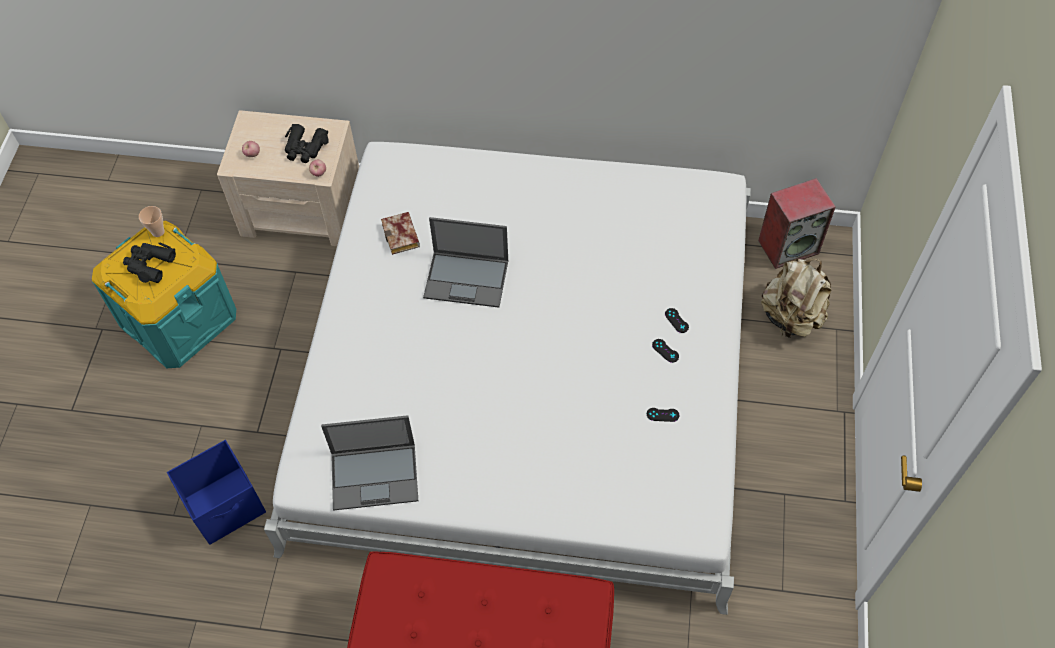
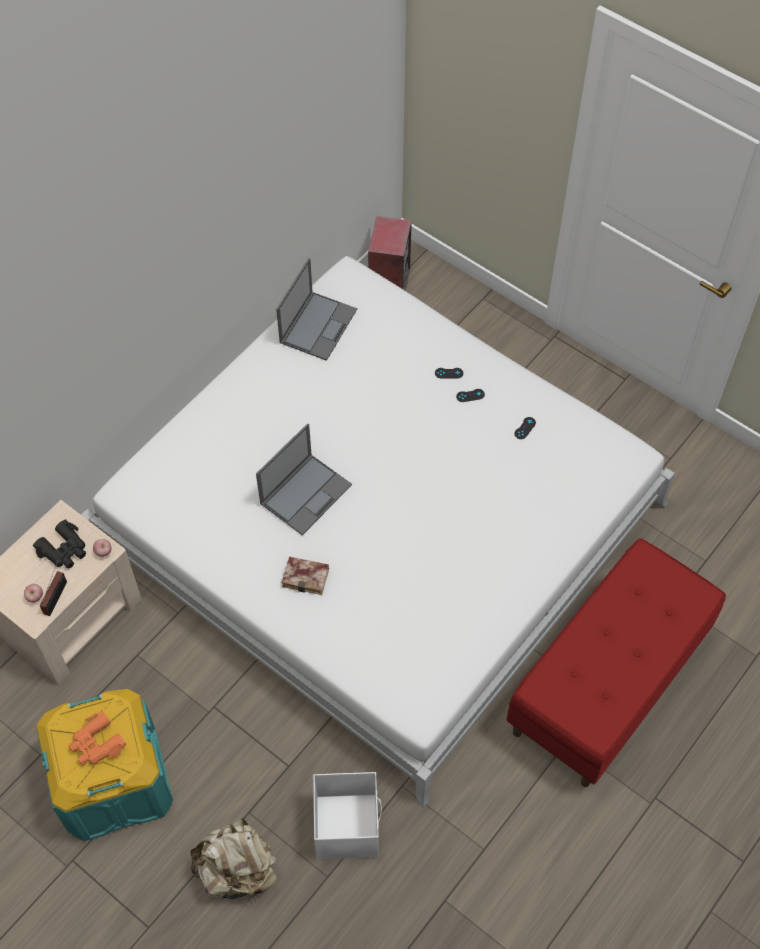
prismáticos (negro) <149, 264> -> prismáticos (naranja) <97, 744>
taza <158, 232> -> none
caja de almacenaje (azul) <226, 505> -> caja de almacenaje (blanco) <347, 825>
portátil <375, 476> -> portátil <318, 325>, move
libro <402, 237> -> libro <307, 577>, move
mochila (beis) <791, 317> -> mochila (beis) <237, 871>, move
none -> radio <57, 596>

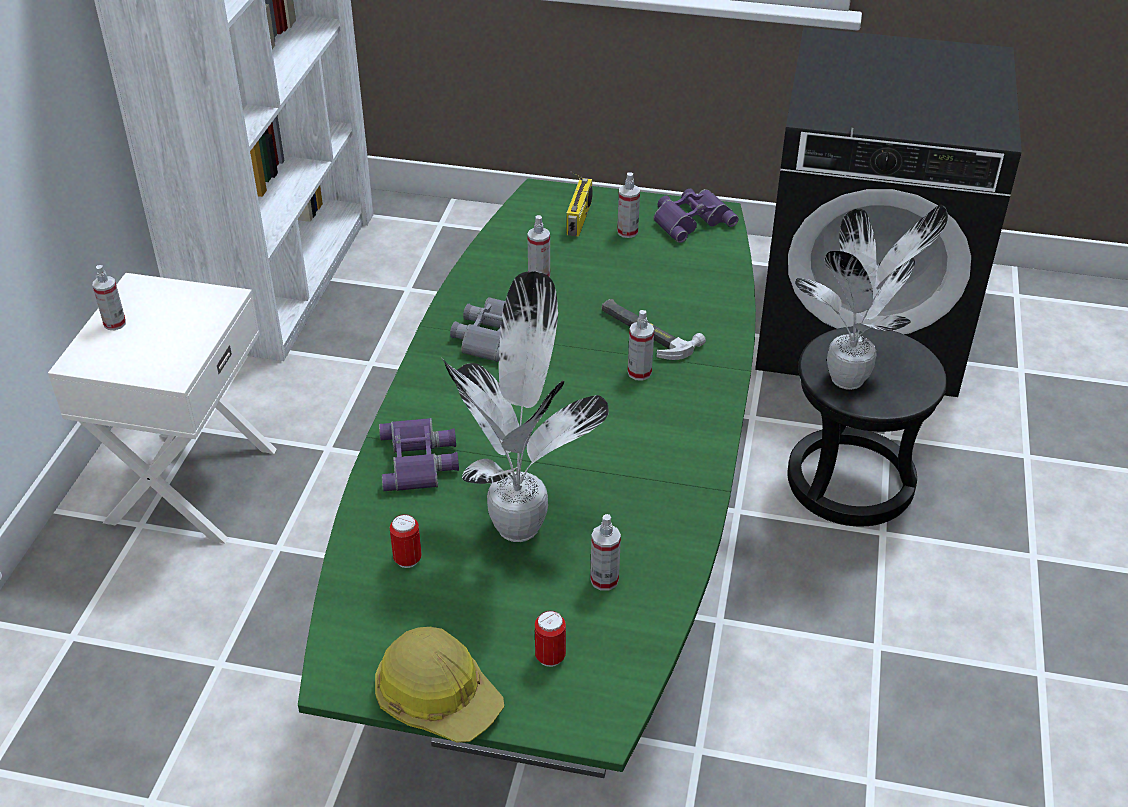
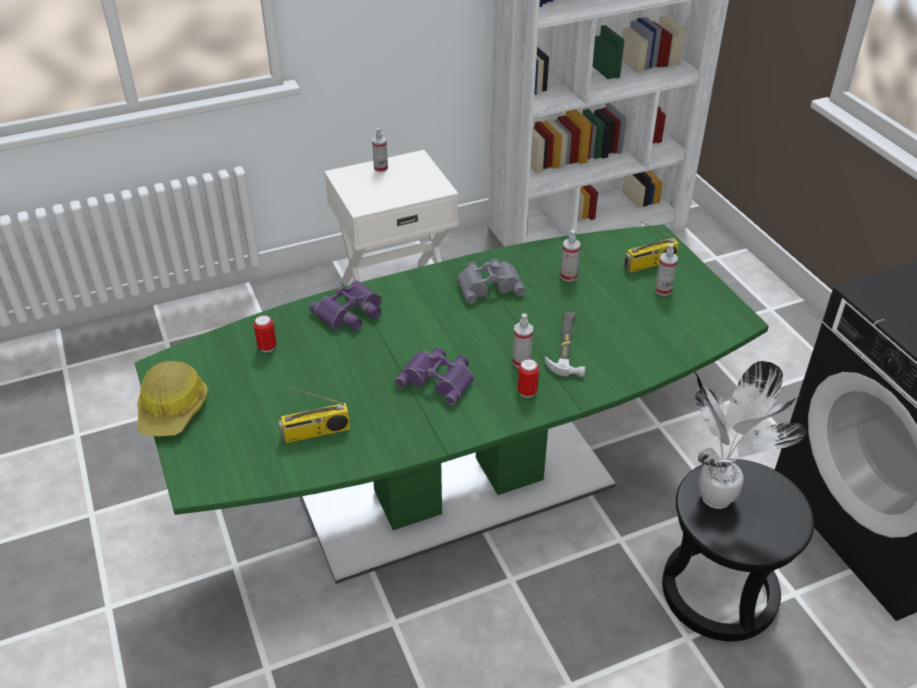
planta en maceta <520, 524> -> none
lata <550, 657> -> lata <527, 392>, move
pulverizador <604, 580> -> radio <315, 433>
prismáticos (morado) <691, 219> -> prismáticos (morado) <438, 379>, move

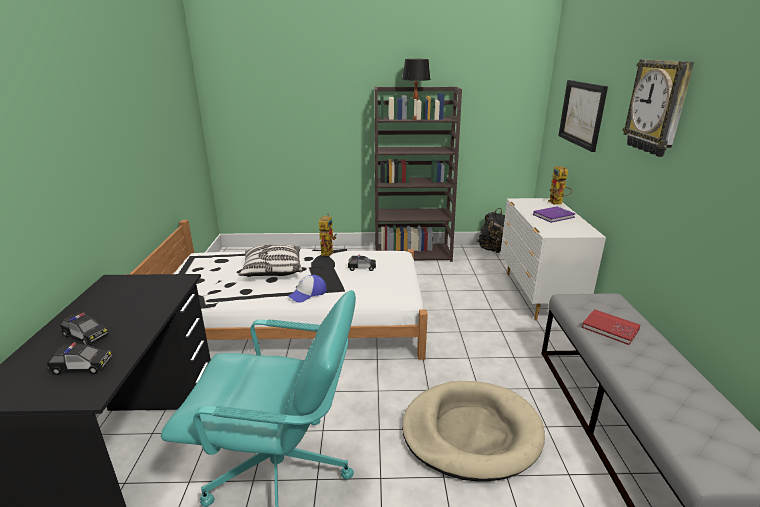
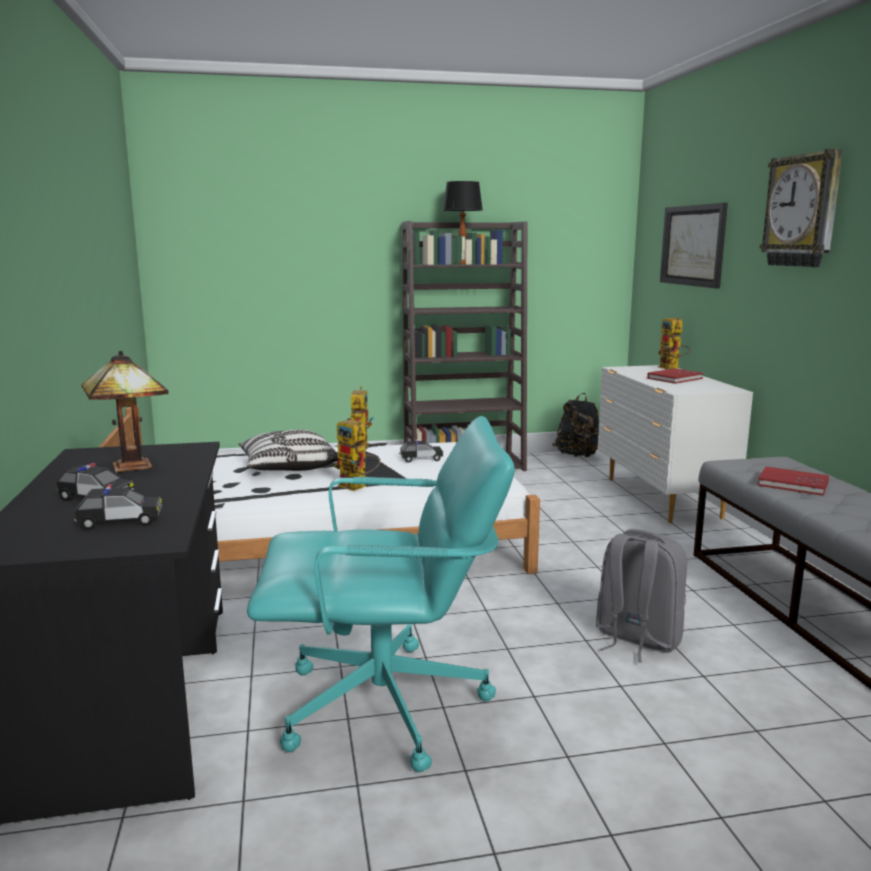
gorra <308, 294> -> robot de juguete <358, 487>
cama para perro (beis) <471, 432> -> mochila (gris) <636, 639>
libro (morado) <553, 216> -> libro (rojo) <674, 378>
none -> lámpara de mesa <129, 466>

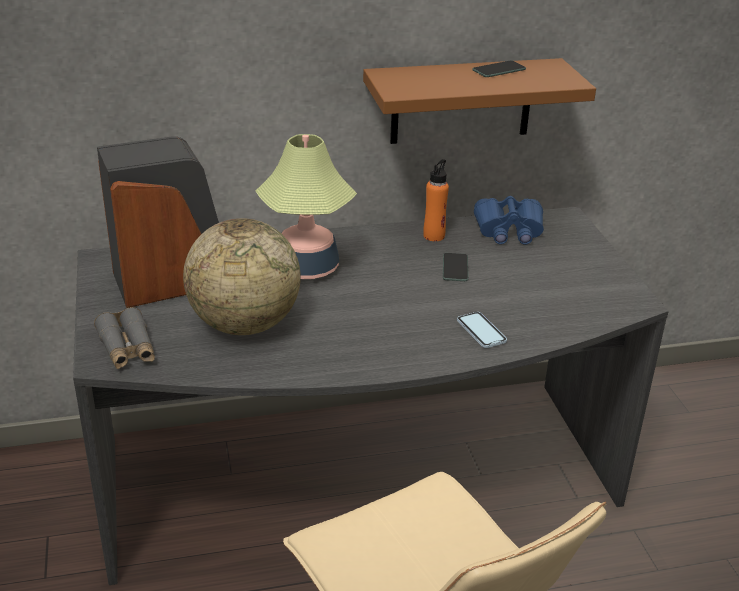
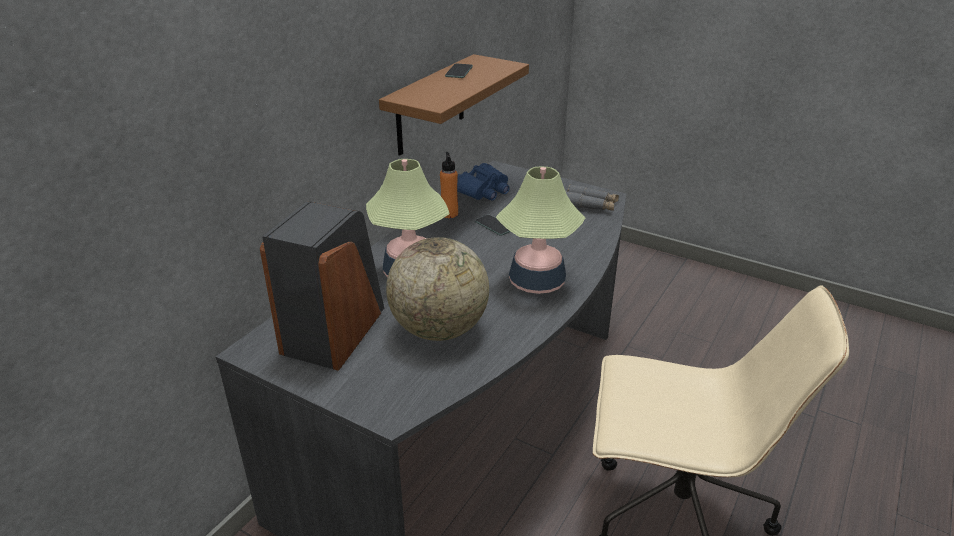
prismáticos (gris) <127, 348> -> prismáticos (gris) <590, 205>, move
móvil <481, 331> -> none
none -> lámpara de mesa <536, 282>

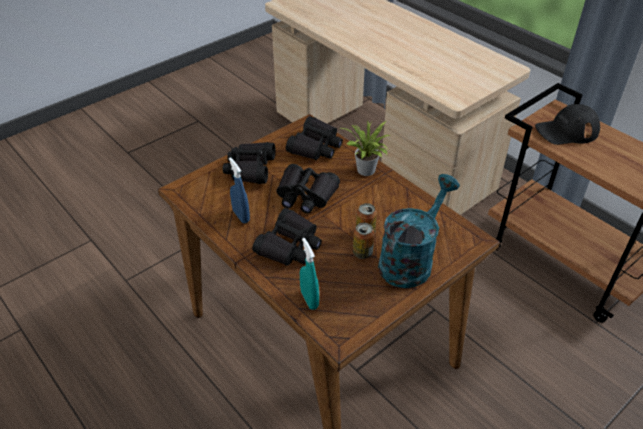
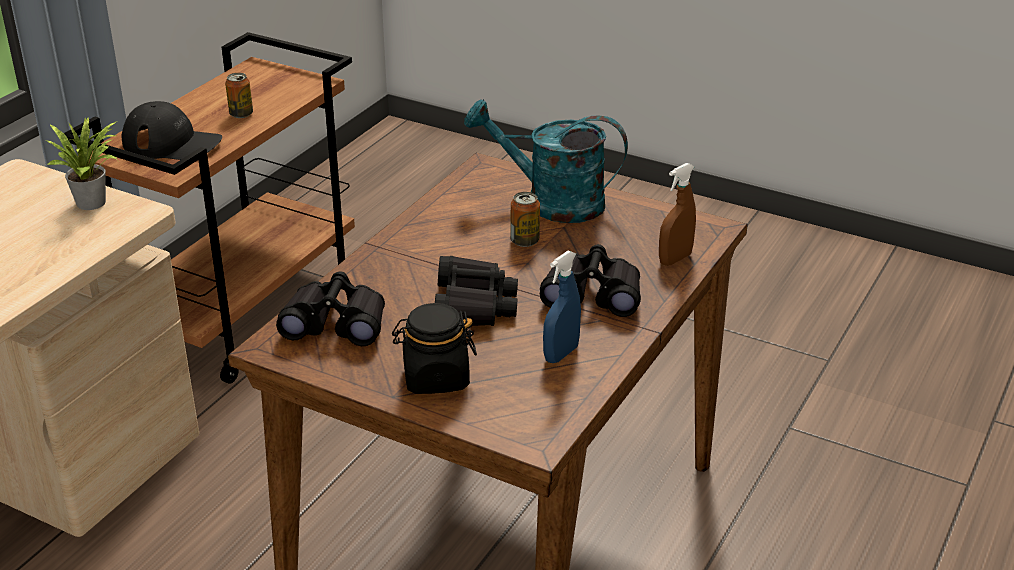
prismáticos (negro) <250, 168> -> tarro (negro) <435, 378>
pulverizador (turquesa) <309, 299> -> pulverizador (marrón) <675, 259>
planta en maceta <366, 172> -> planta en maceta <95, 202>, move
lata <362, 253> -> lata <241, 114>, move
gorra (negro) <566, 131> -> gorra (negro) <172, 144>, 45 degrees counterclockwise

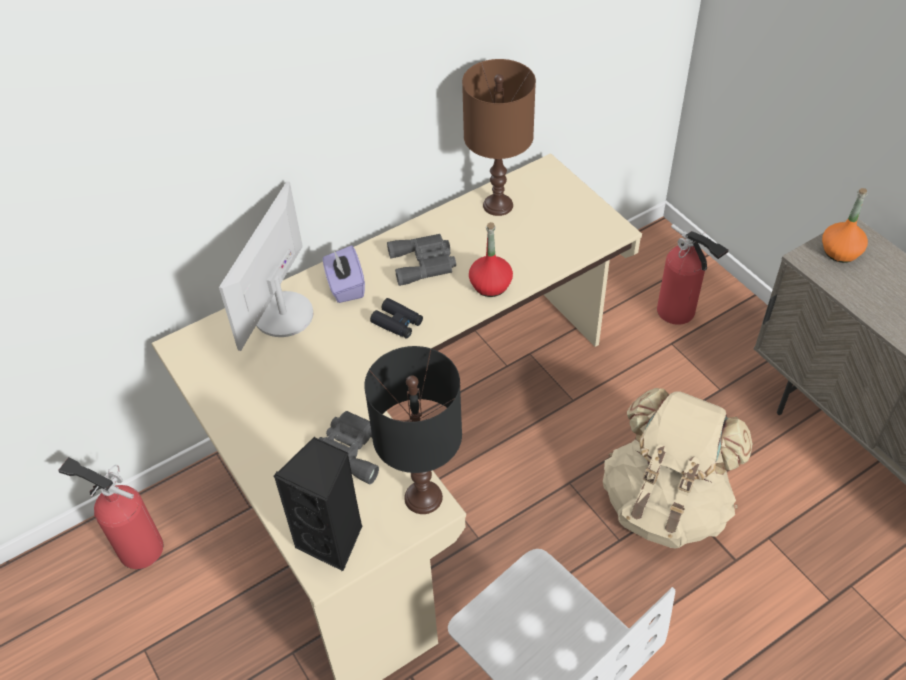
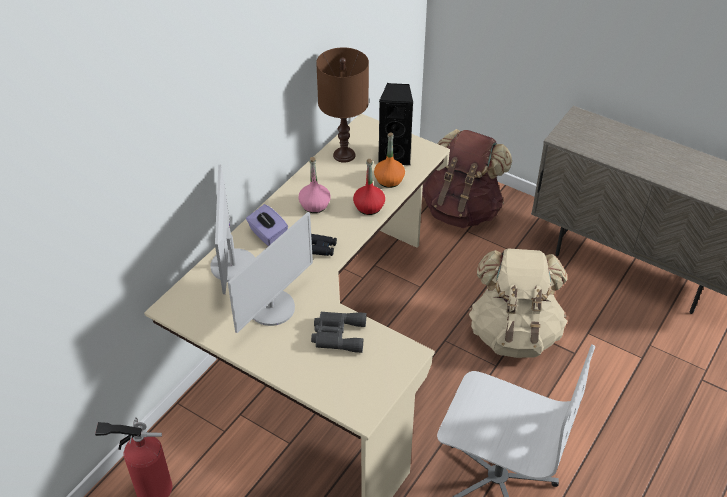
altavoz (negro) <333, 540> -> altavoz (negro) <395, 155>, move
lámpara de mesa (negro) <423, 498> -> none
prismáticos (gris) <424, 263> -> botella (rosa) <315, 205>
extintor <679, 313> -> mochila (marrón) <462, 210>
botella (naranja) <840, 251> -> botella (naranja) <389, 180>, move
none -> monitor <272, 308>

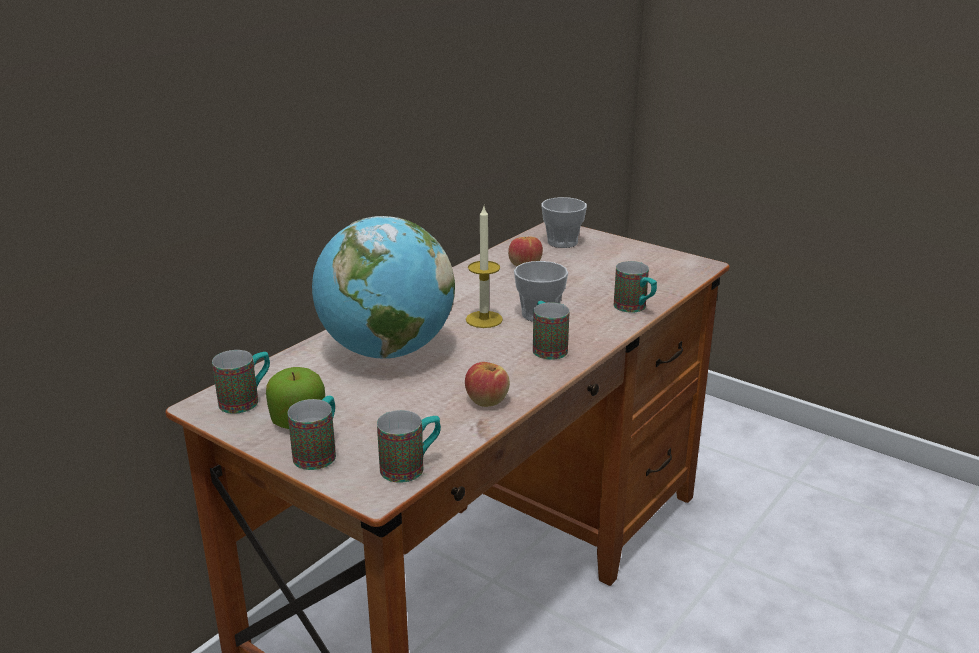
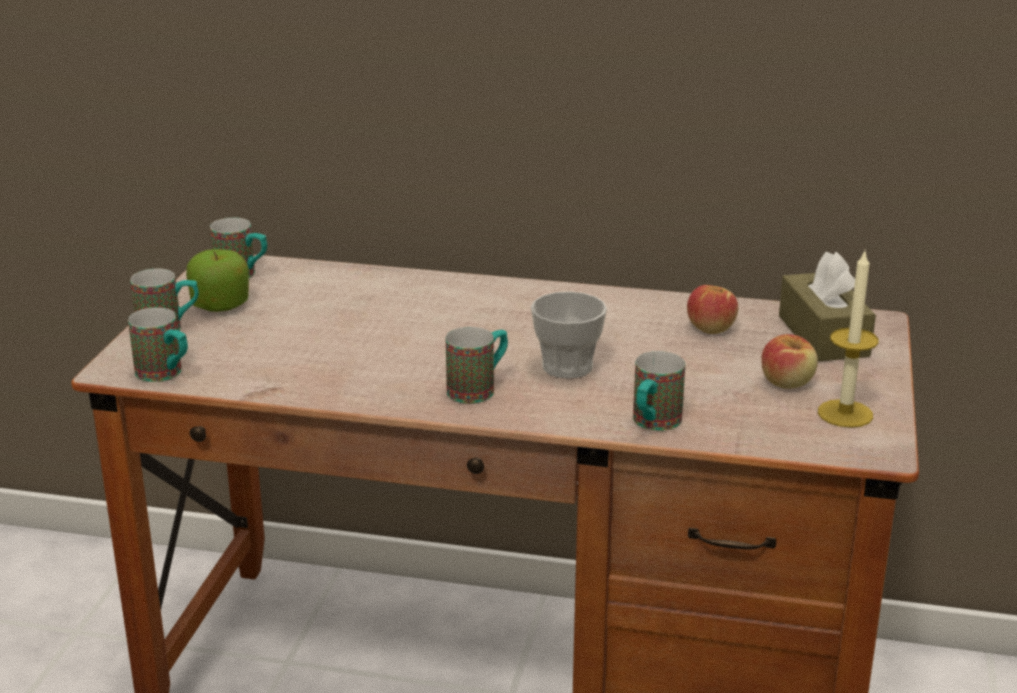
globo terráqueo <386, 352> -> none
manzana <486, 400> -> manzana <787, 382>, move
vela <484, 319> -> vela <845, 413>, move
taza <562, 242> -> caja de pañuelos (marrón) <823, 336>

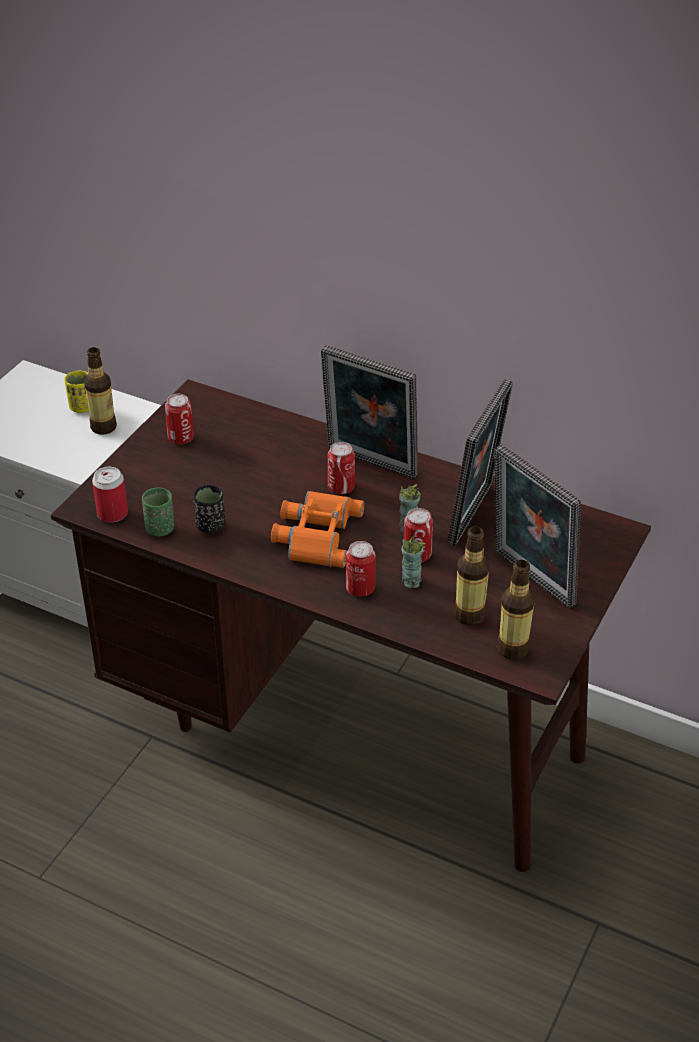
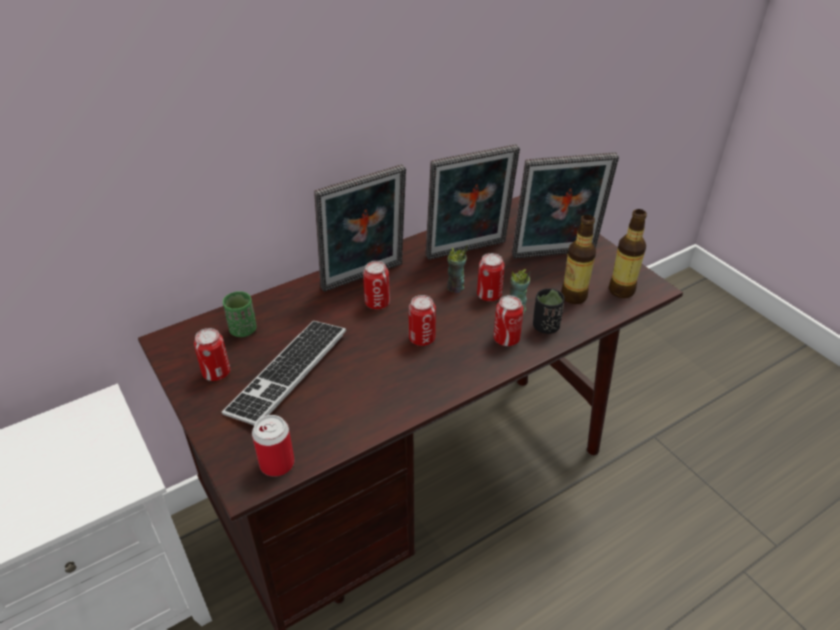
taza (amarillo) <81, 407> -> none
botella <103, 427> -> none
taza (verde) <160, 529> -> taza (verde) <243, 330>, move
taza (negro) <210, 526> -> taza (negro) <545, 327>, move
prismáticos (naranja) <315, 534> -> lata <422, 338>
portarretratos <475, 515> -> portarretratos <468, 252>, 105 degrees clockwise
none -> teclado <287, 373>

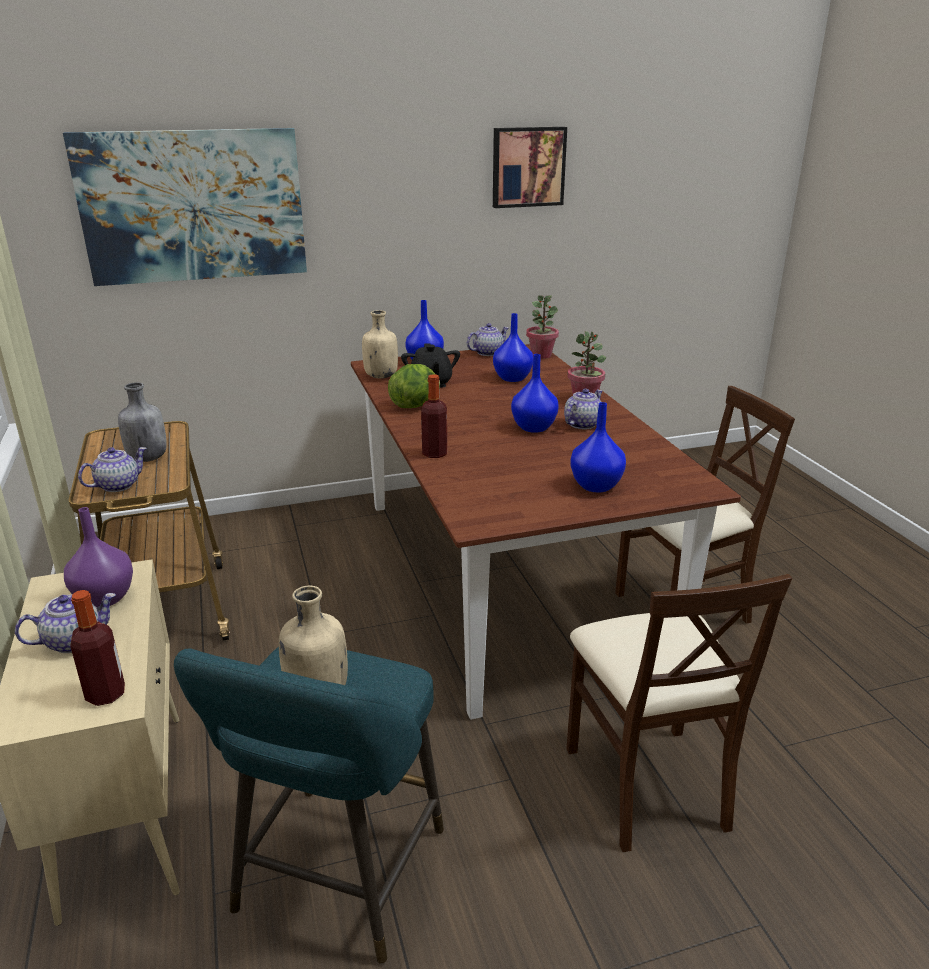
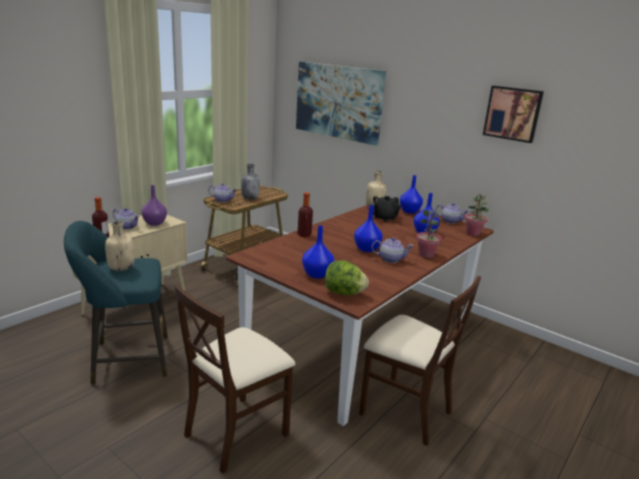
lechuga <416, 405> -> lechuga <344, 293>, move

